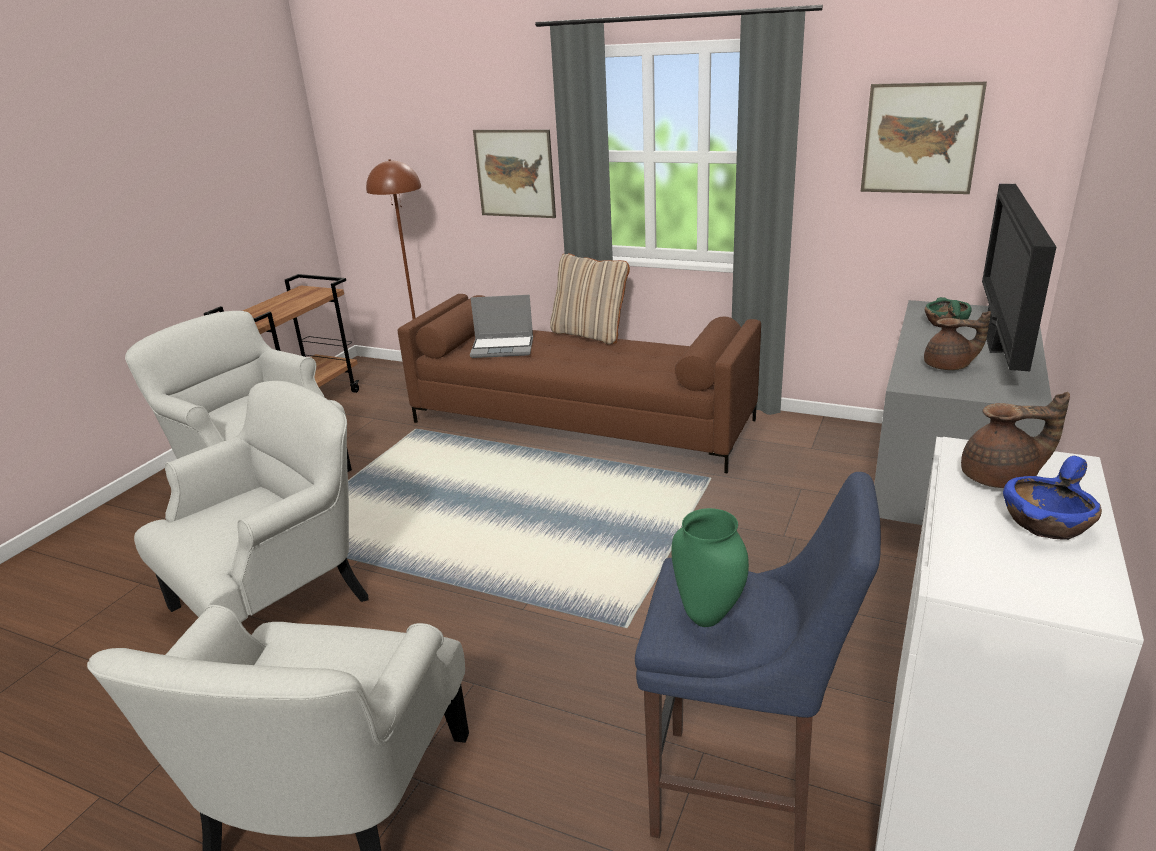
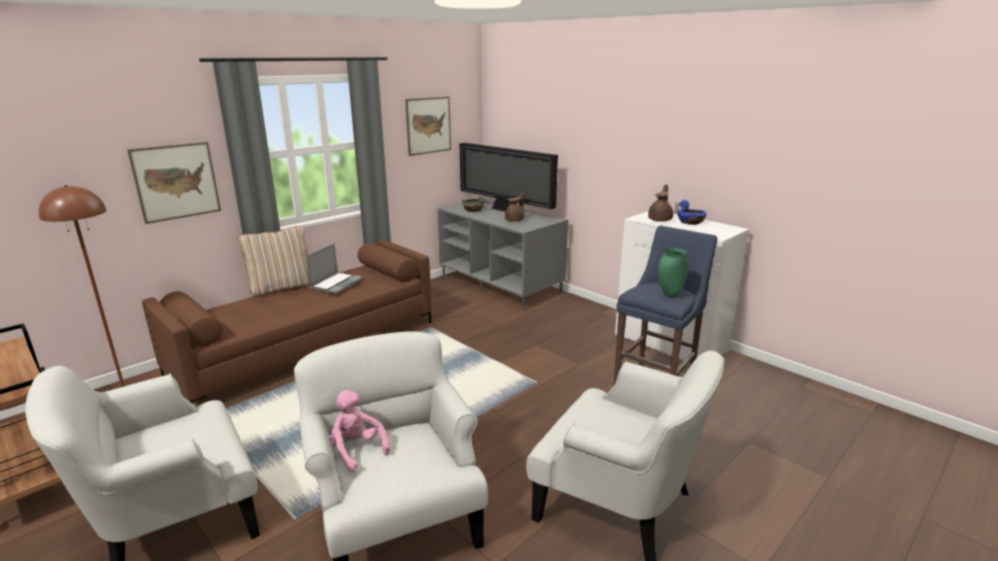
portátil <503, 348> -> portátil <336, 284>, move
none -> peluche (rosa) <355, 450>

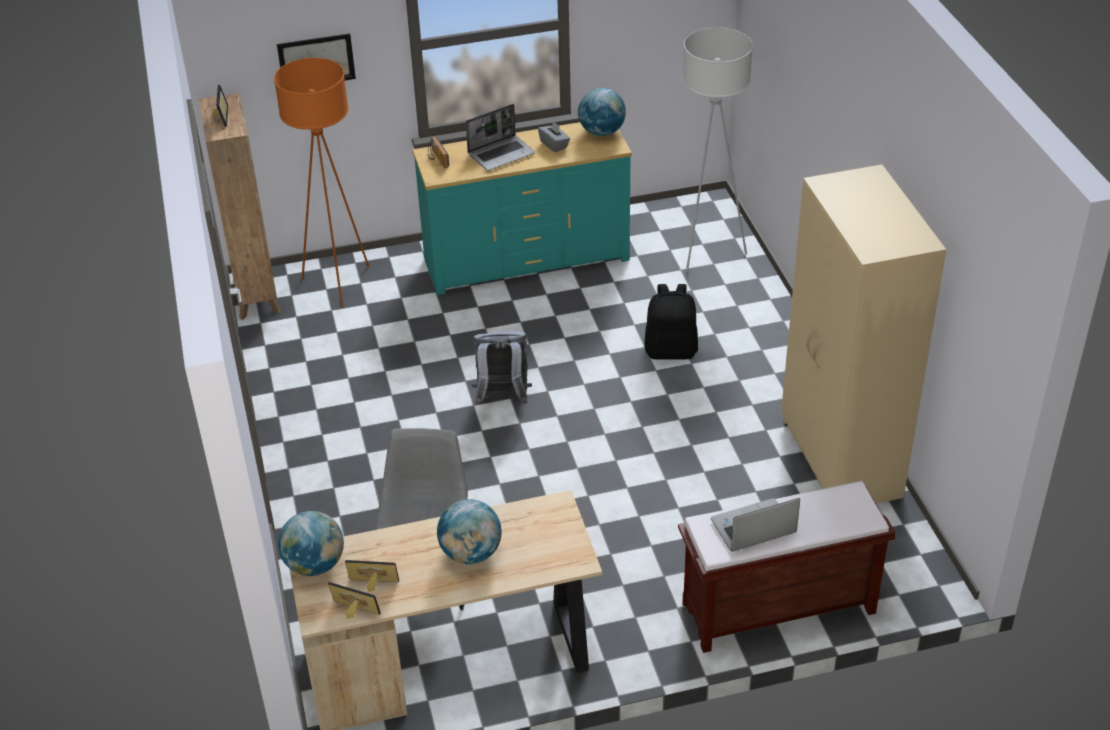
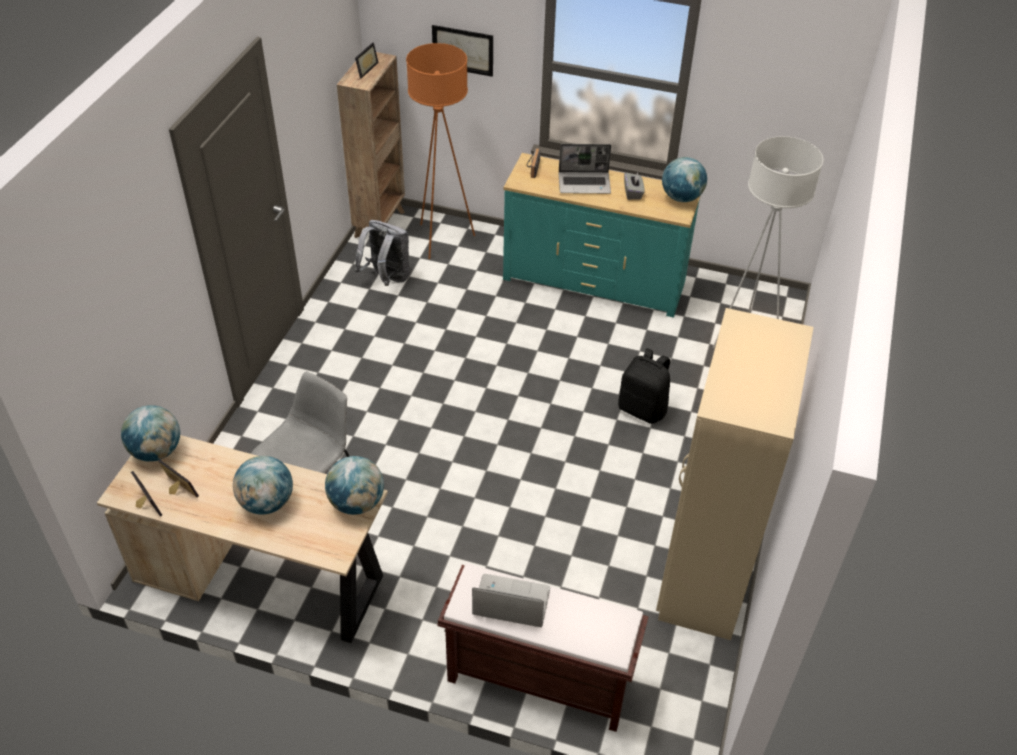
mochila (gris) <502, 399> -> mochila (gris) <386, 279>, move
none -> globo terráqueo <356, 503>

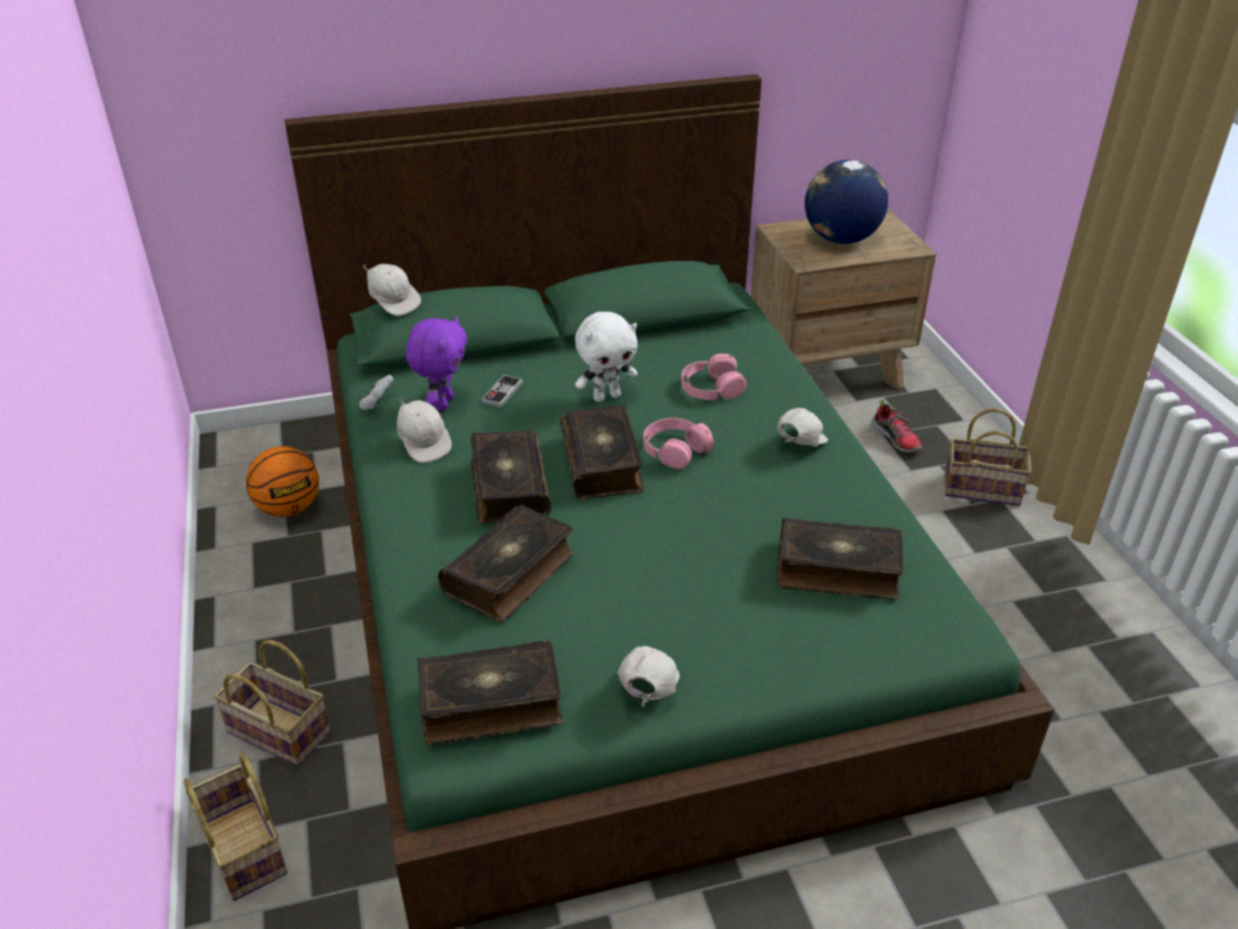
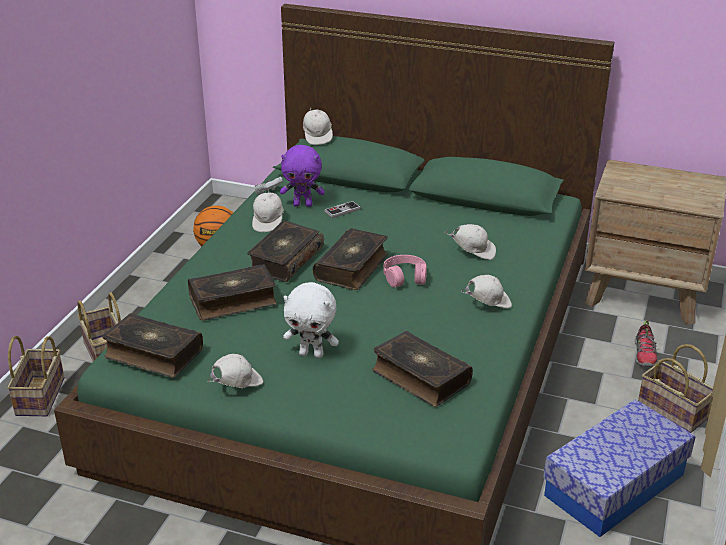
peluche (morado) <443, 403> -> peluche (morado) <303, 205>, 45 degrees clockwise
peluche (blanco) <607, 396> -> peluche (blanco) <312, 354>, move
auriculares (rosa) <711, 387> -> gorra (blanco) <473, 252>
globo terráqueo <840, 239> -> none
none -> caja de almacenaje <614, 485>

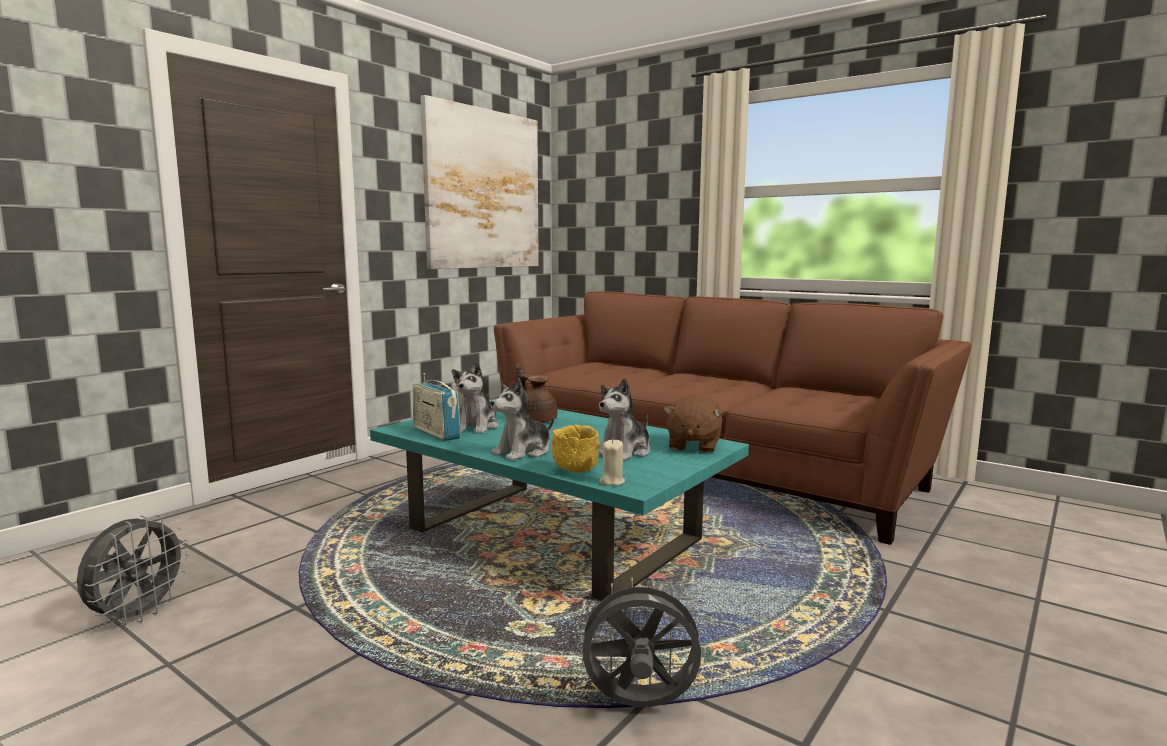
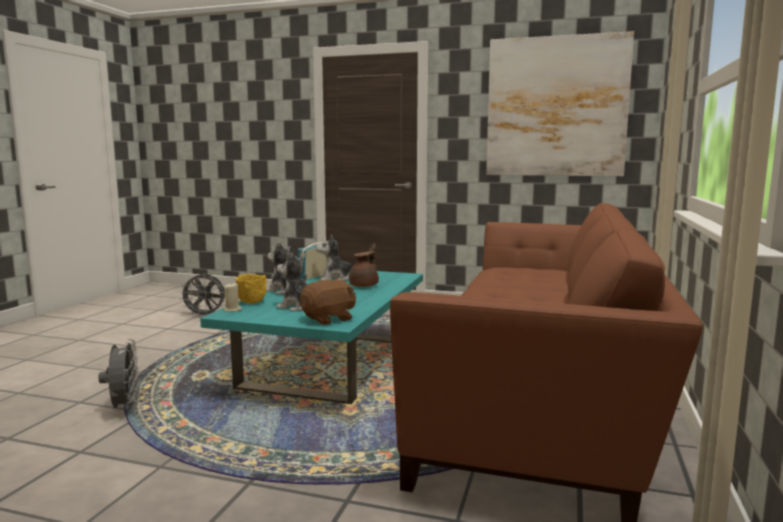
peluche (marrón) <693, 445> -> peluche (marrón) <329, 319>, 150 degrees clockwise

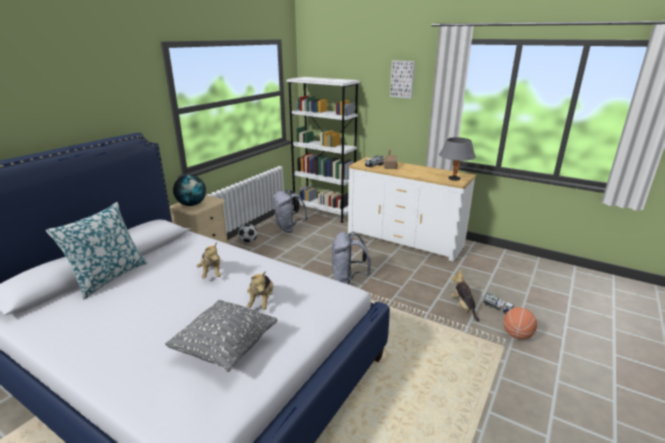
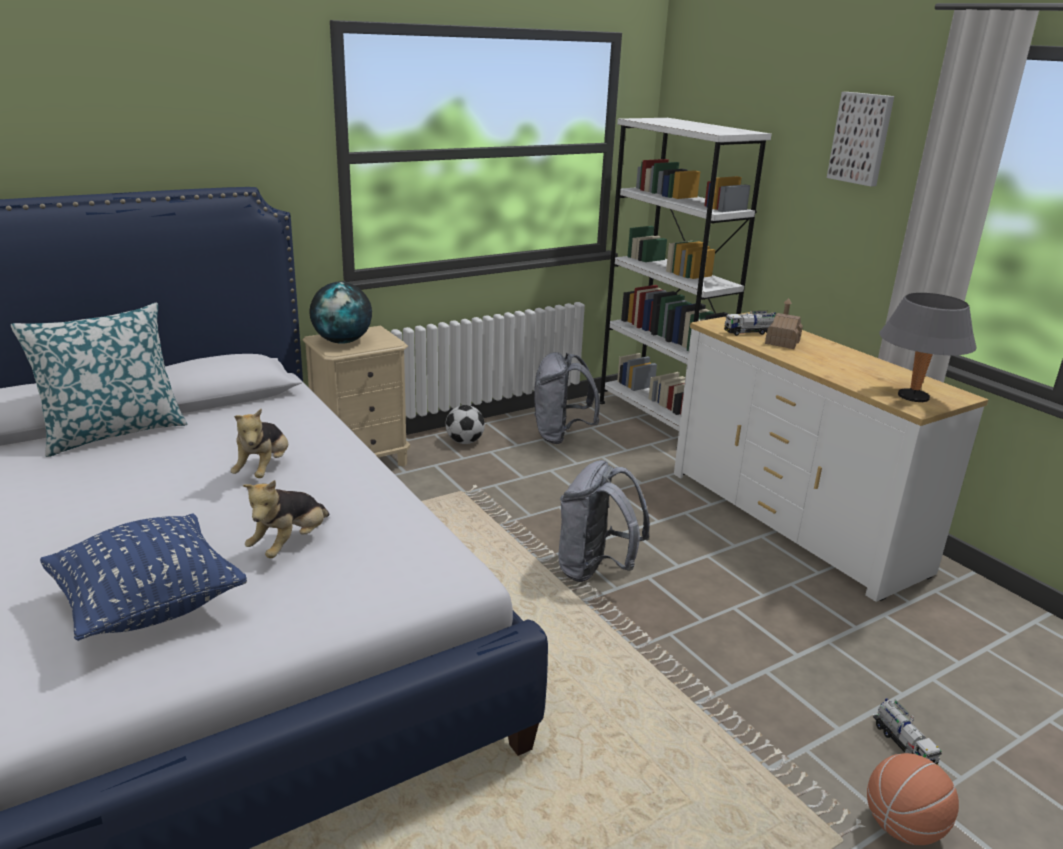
cojín (gris) <226, 349> -> cojín (azul) <149, 606>
peluche <463, 307> -> none

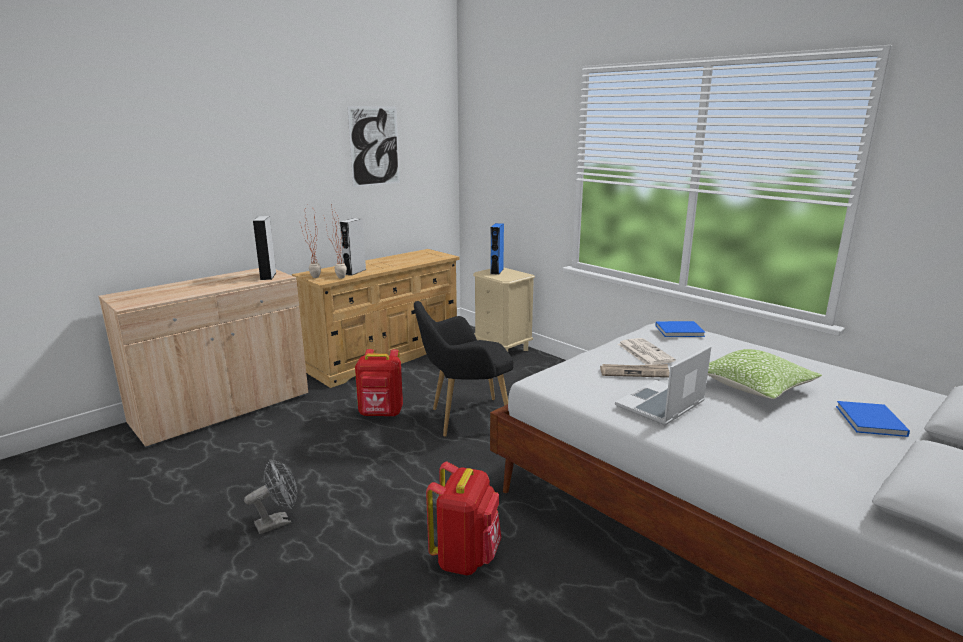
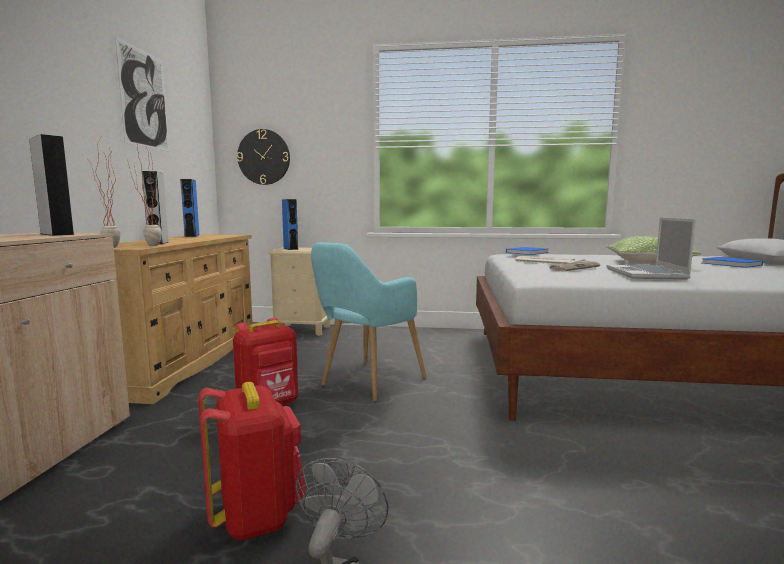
sillón (negro) <464, 419> -> sillón (turquesa) <367, 383>
mochila (rojo) <465, 557> -> mochila (rojo) <256, 516>, move
none -> altavoz (azul) <192, 236>
none -> reloj de pared <264, 157>

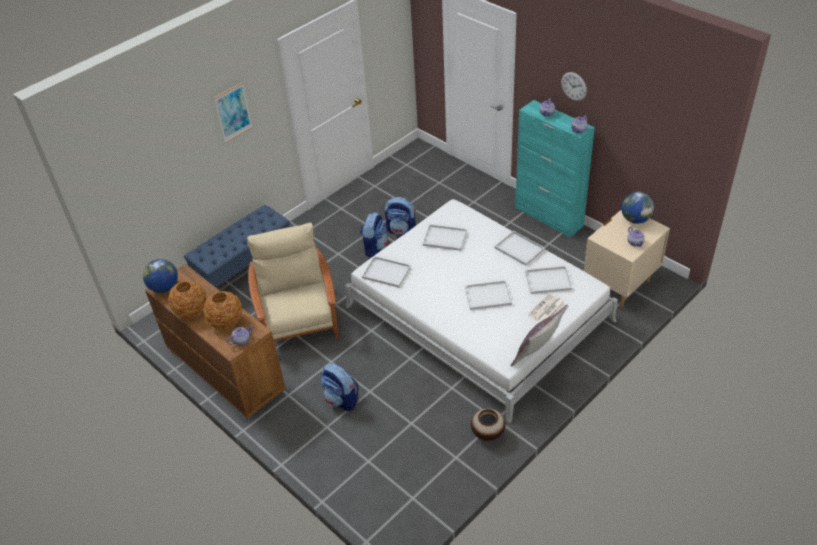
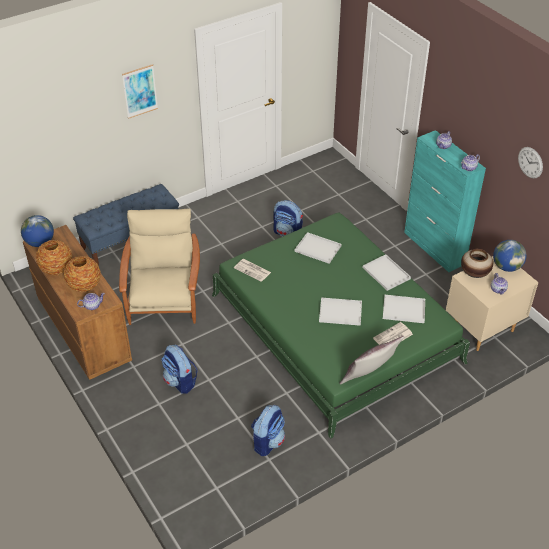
cama (blanco) <478, 313> -> cama (verde) <334, 327>
mochila <374, 247> -> mochila <268, 441>, move
bandeja (blanco) <387, 272> -> periódico <253, 270>
florero <488, 434> -> florero <474, 273>, move
reloj de pared <574, 86> -> reloj de pared <530, 162>, move

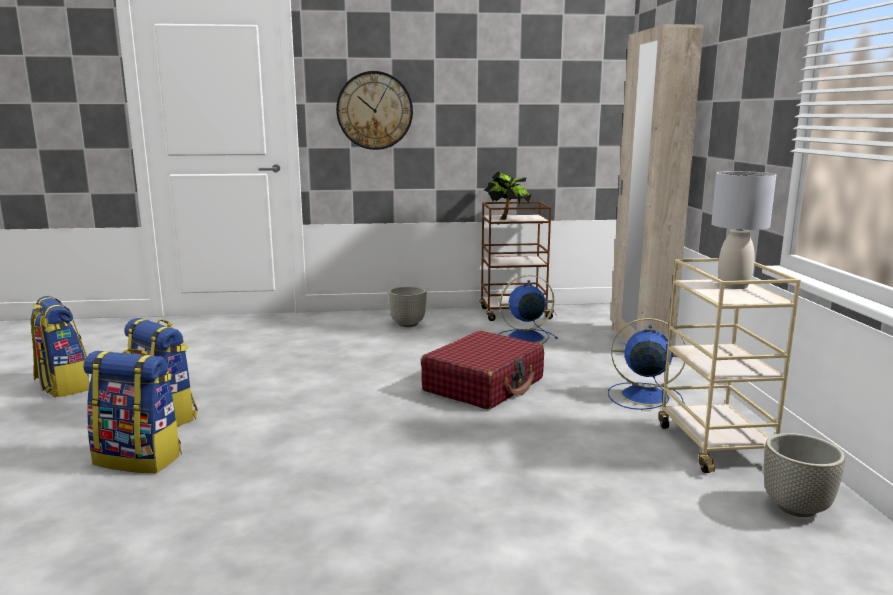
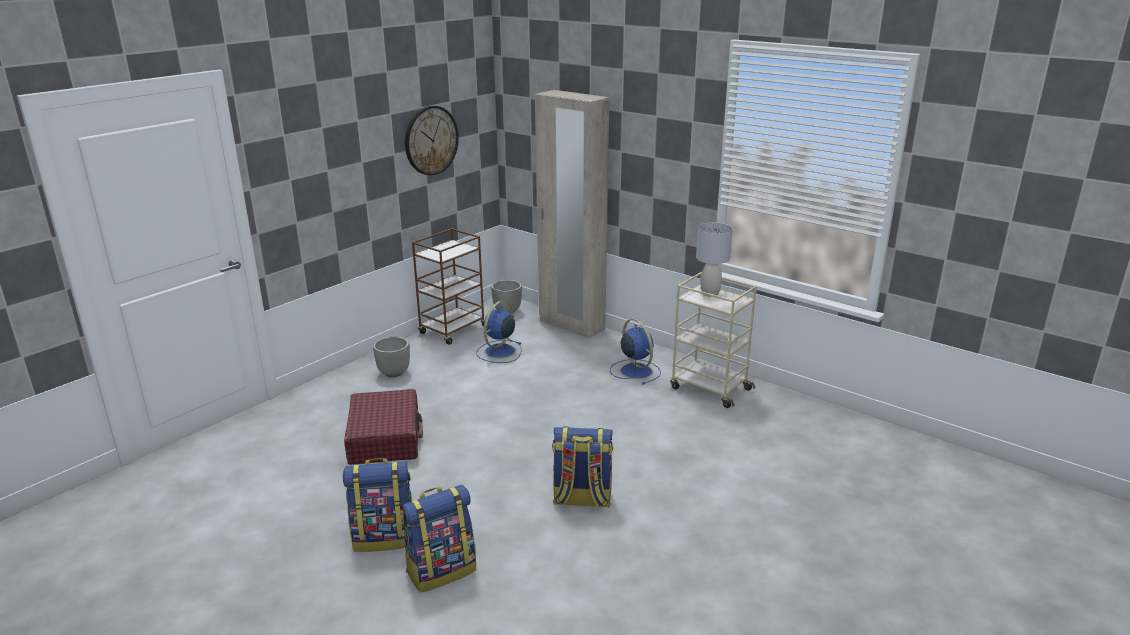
mochila <63, 386> -> mochila <581, 499>, move
reloj de pared <374, 110> -> reloj de pared <431, 140>, move
maleta (rojo) <484, 385> -> maleta (rojo) <385, 438>, move
planta en maceta <506, 218> -> none
ventilador (azul) <642, 396> -> ventilador (azul) <635, 371>, 90 degrees clockwise
maceta (gris) <797, 507> -> maceta (gris) <507, 311>, move

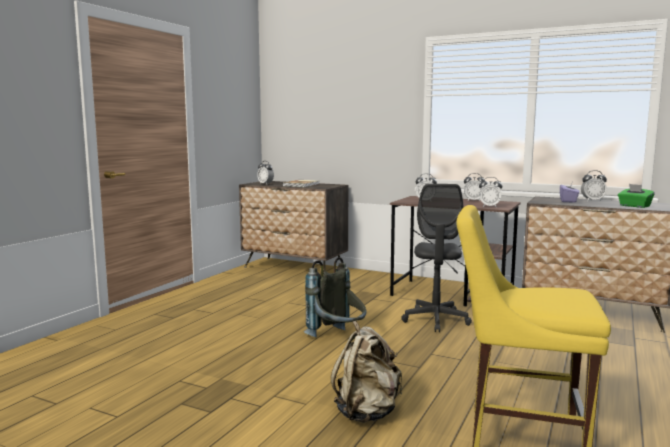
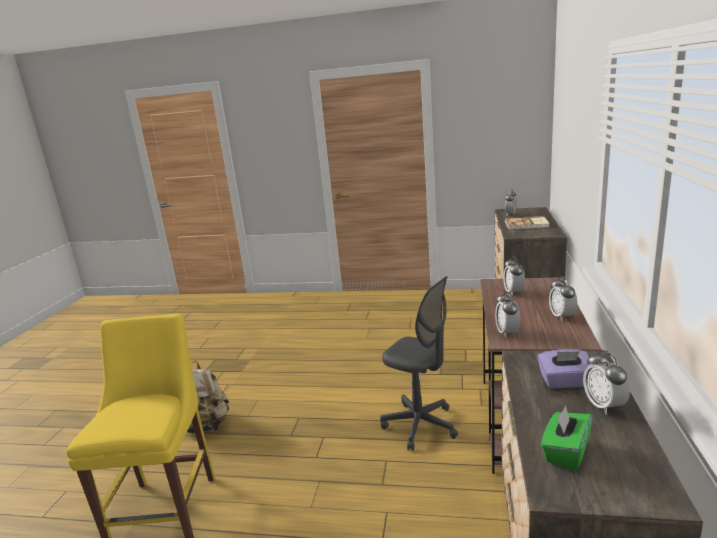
mochila (gris) <338, 338> -> none
silla de oficina (gris) <435, 320> -> silla de oficina (gris) <420, 425>, 135 degrees counterclockwise

